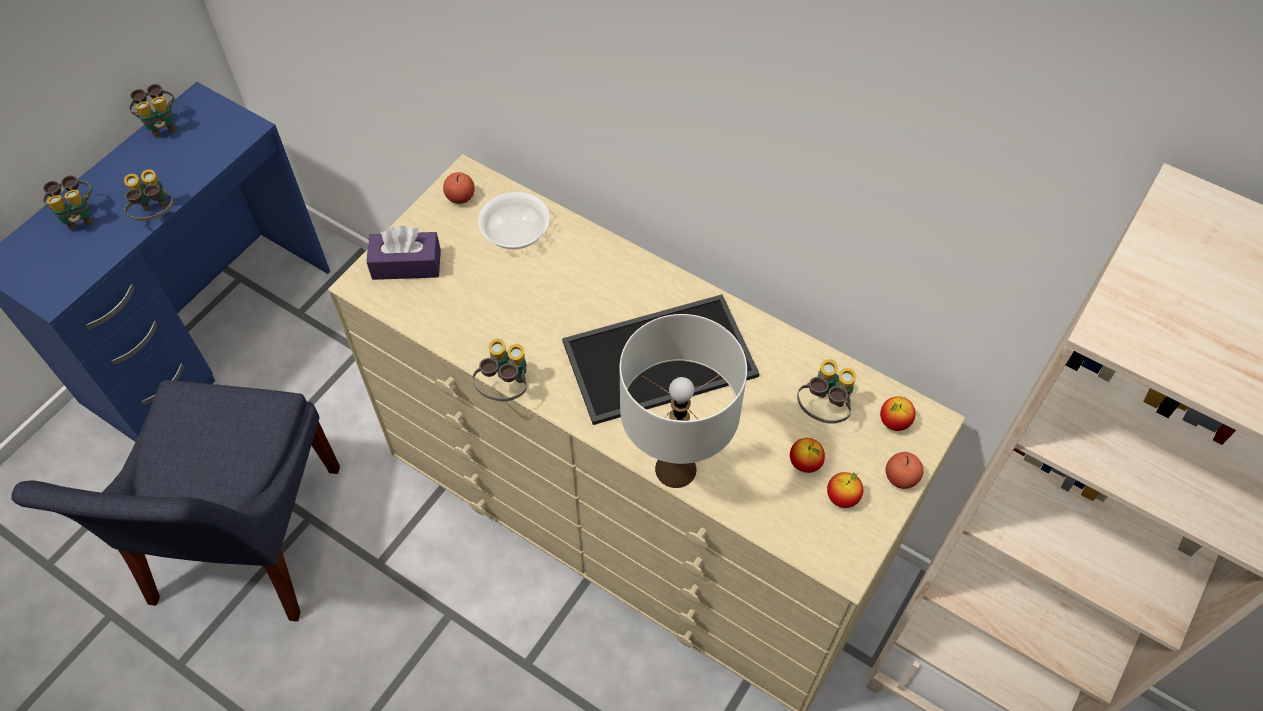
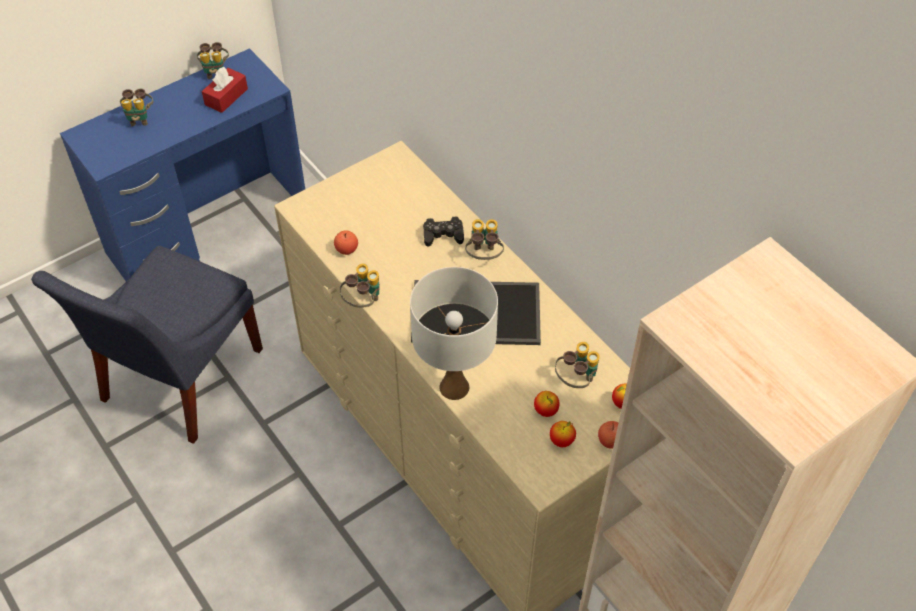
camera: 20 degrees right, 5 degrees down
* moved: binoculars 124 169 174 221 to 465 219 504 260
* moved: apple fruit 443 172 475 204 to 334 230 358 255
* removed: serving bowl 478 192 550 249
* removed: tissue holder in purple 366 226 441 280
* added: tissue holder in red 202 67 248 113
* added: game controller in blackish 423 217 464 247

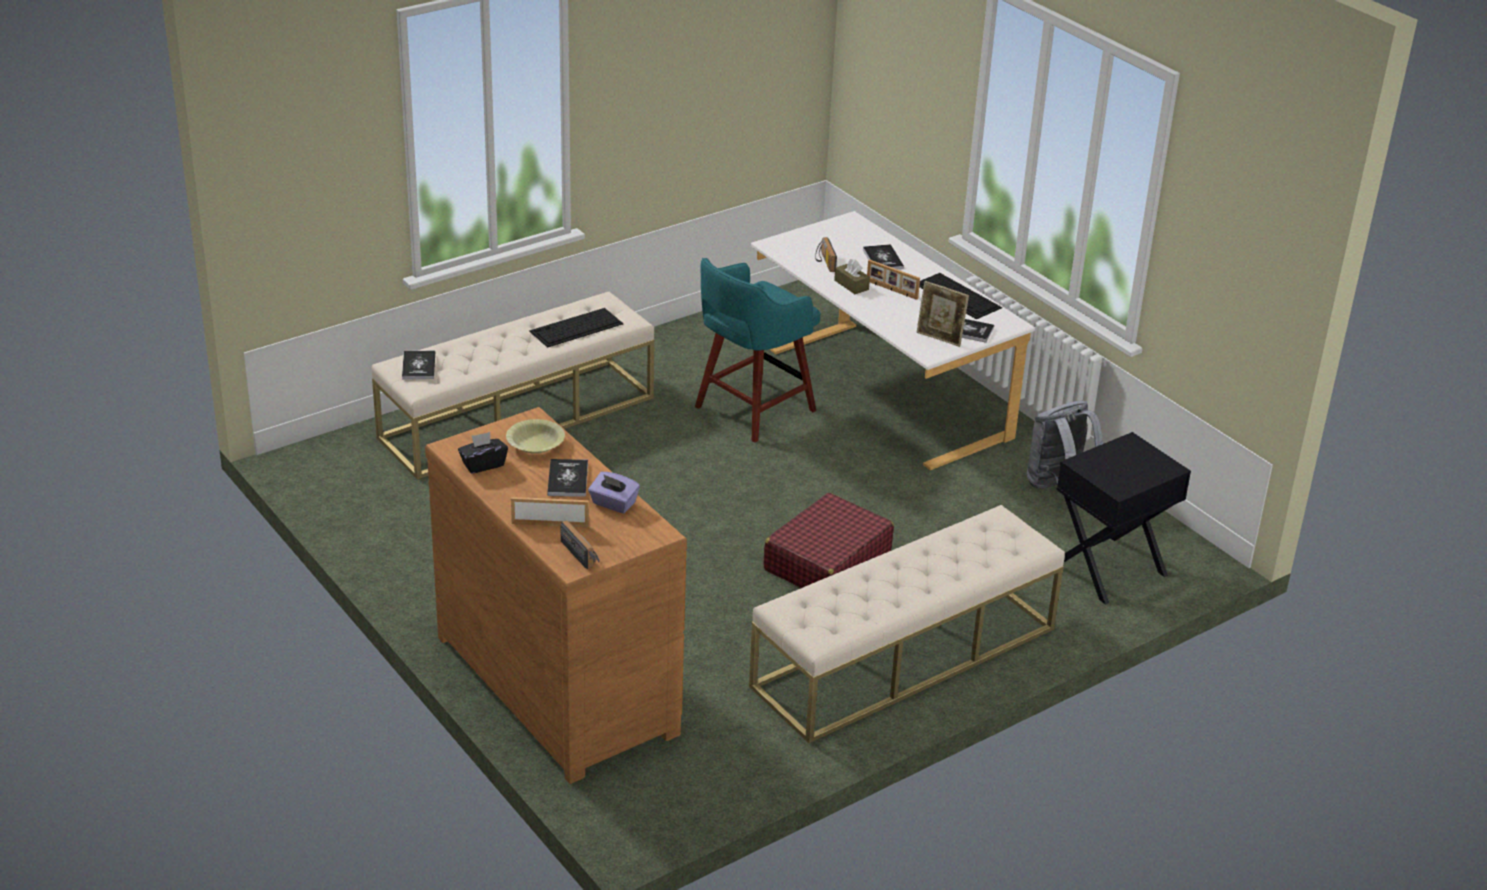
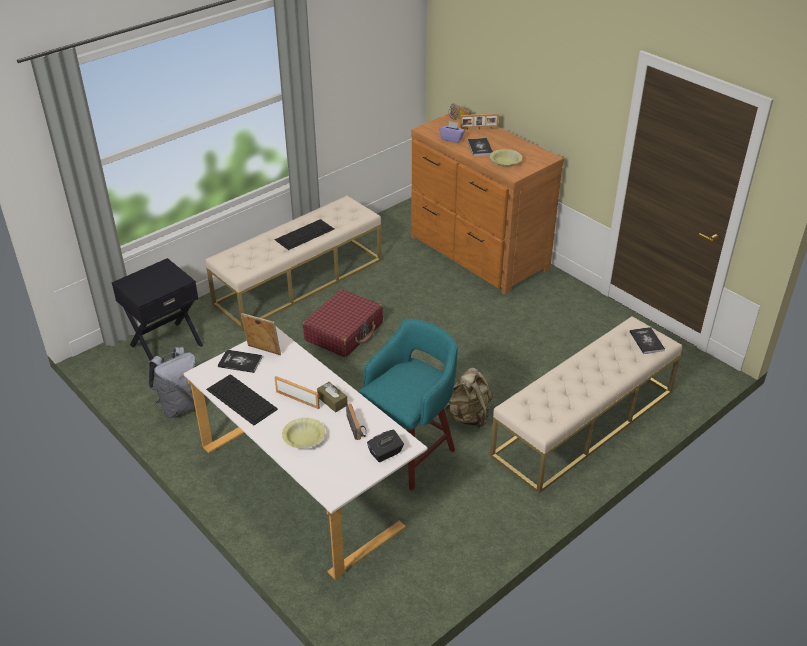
camera: 175 degrees right, 5 degrees up
* replaced: bound book 863 244 904 269 to serving bowl in yellow 282 418 325 448
* moved: PC keyboard 529 308 623 348 to 274 219 334 250
* moved: tissue holder in blackish 458 432 508 474 to 367 430 404 462
* added: knapsack in beige-coloured 444 368 493 428

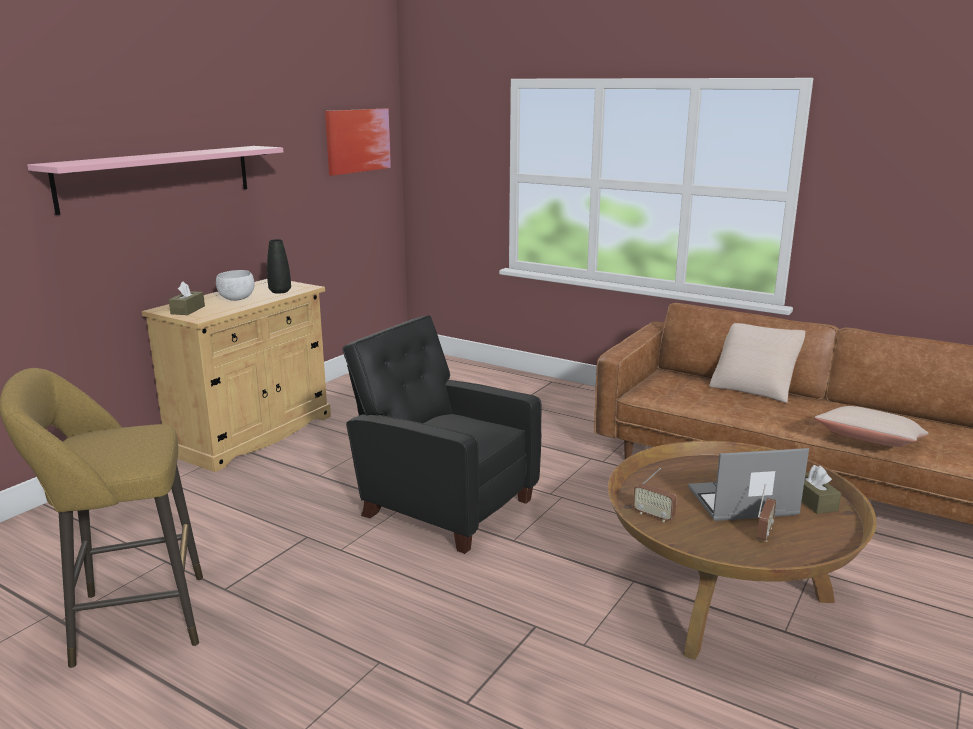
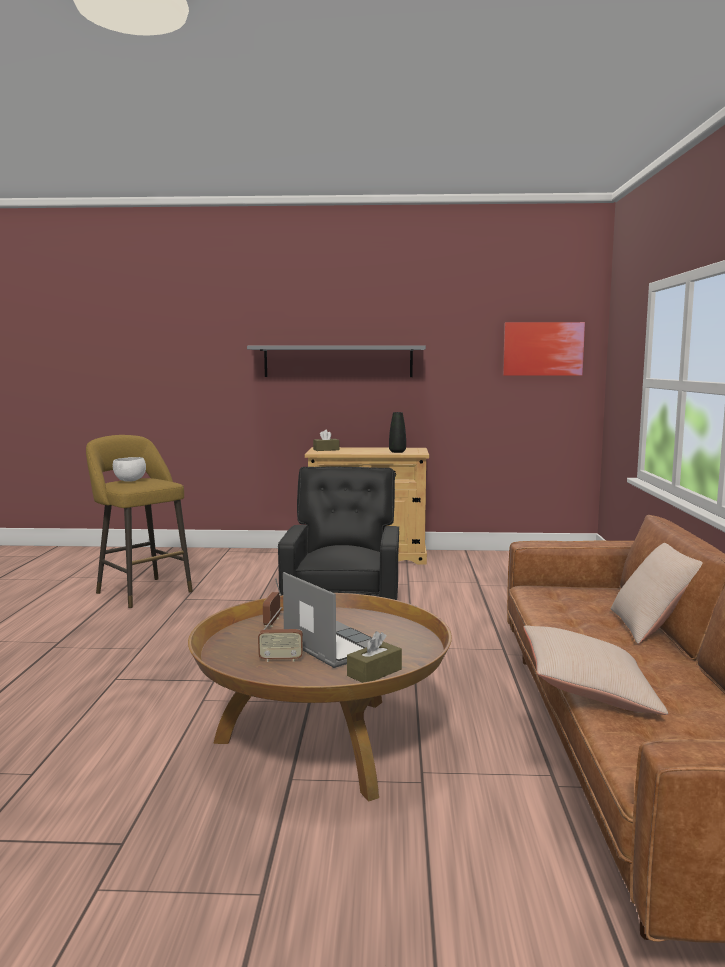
camera: 60 degrees right, 10 degrees down
* recoloured: shelf in pink 27 146 283 215 to shelf in grey 247 345 426 377
* moved: serving bowl in white-coloured 216 270 255 301 to 113 457 146 482

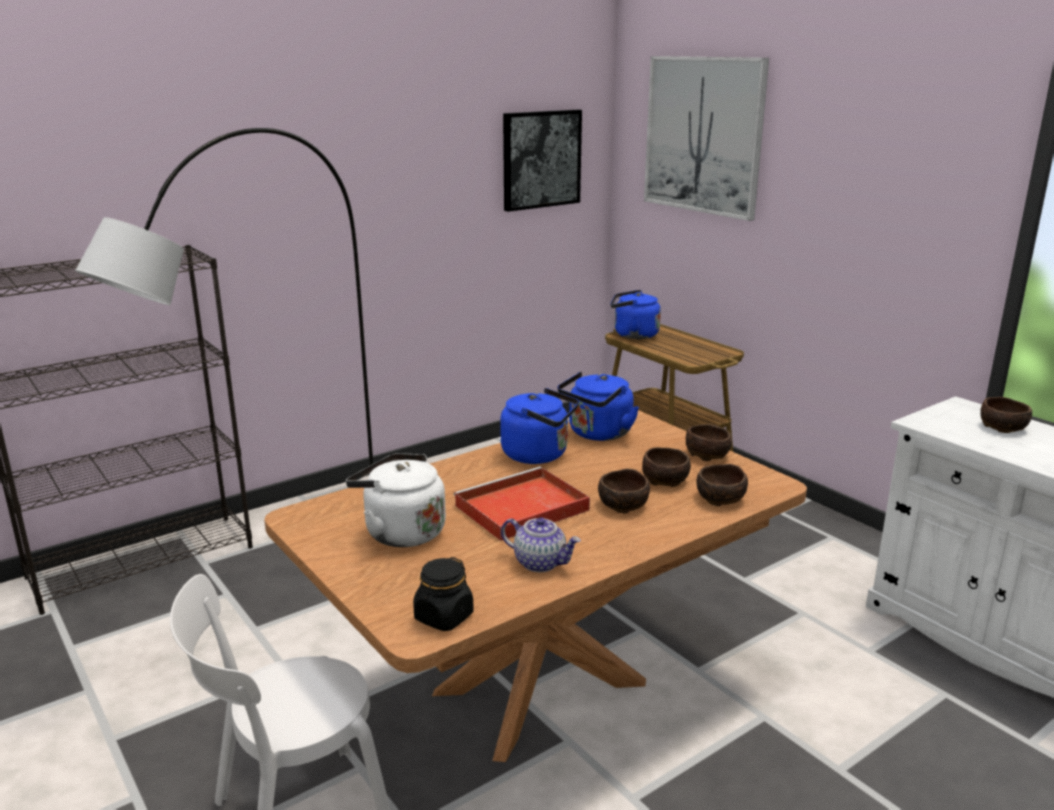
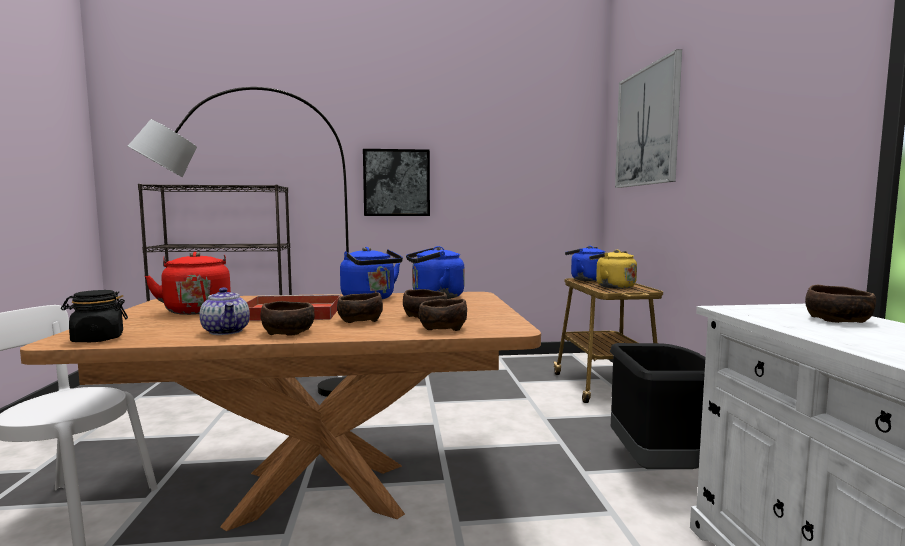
camera: 30 degrees right, 15 degrees down
* moved: wall art 503 110 582 212 to 363 149 430 216
* moved: serving bowl in brown 686 424 732 461 to 261 301 315 336
* recoloured: water kettle in white-coloured 346 453 446 547 to water kettle in red 145 252 231 315
* added: water kettle in yellow 589 250 637 289
* added: trash can in blackish 610 343 706 469

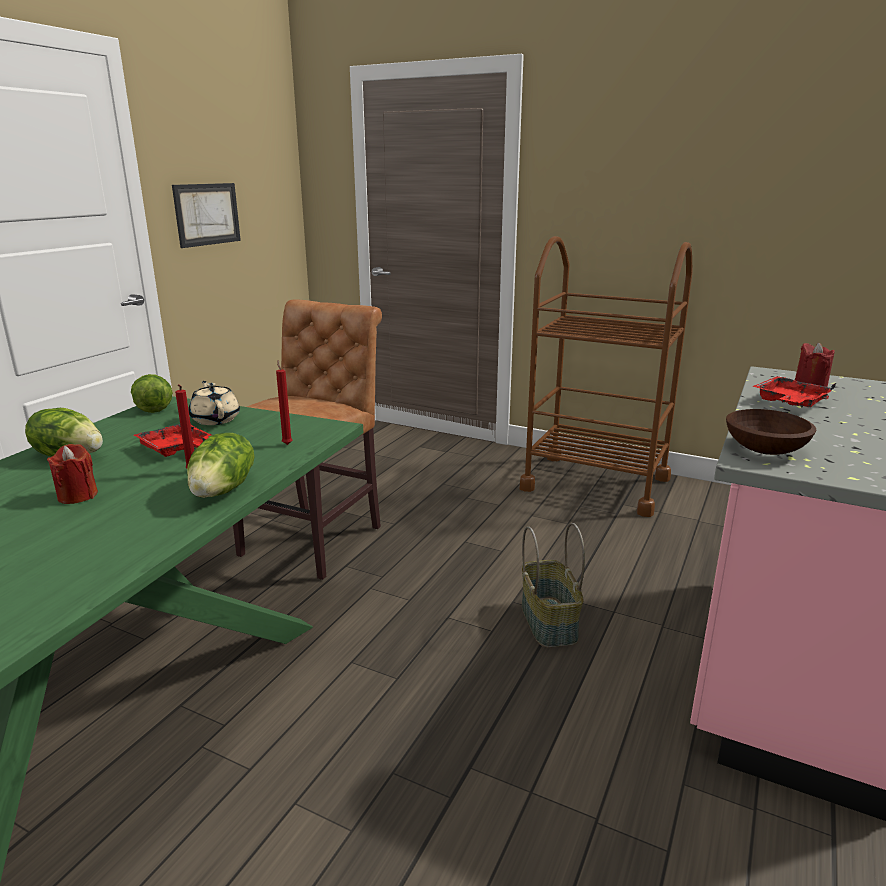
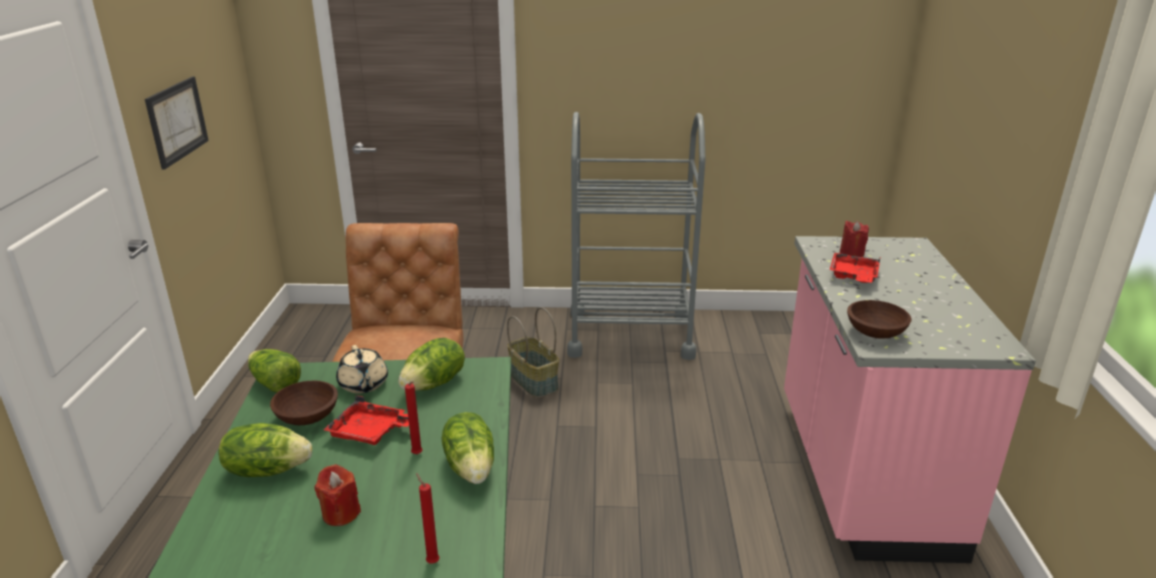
camera: 25 degrees left, 5 degrees up
* recoloured: cart in brown 520 236 693 517 to cart in grey 567 112 706 360
* moved: wax light in red 276 360 292 445 to 416 473 439 563
* turned: pot for tea in beige-coloured 189 381 240 425 = 336 345 388 393 150 degrees counterclockwise
* moved: storage basket 522 523 585 648 to 507 307 559 398
* added: lettuce head 398 338 465 391
* added: serving bowl in brown 270 381 338 425

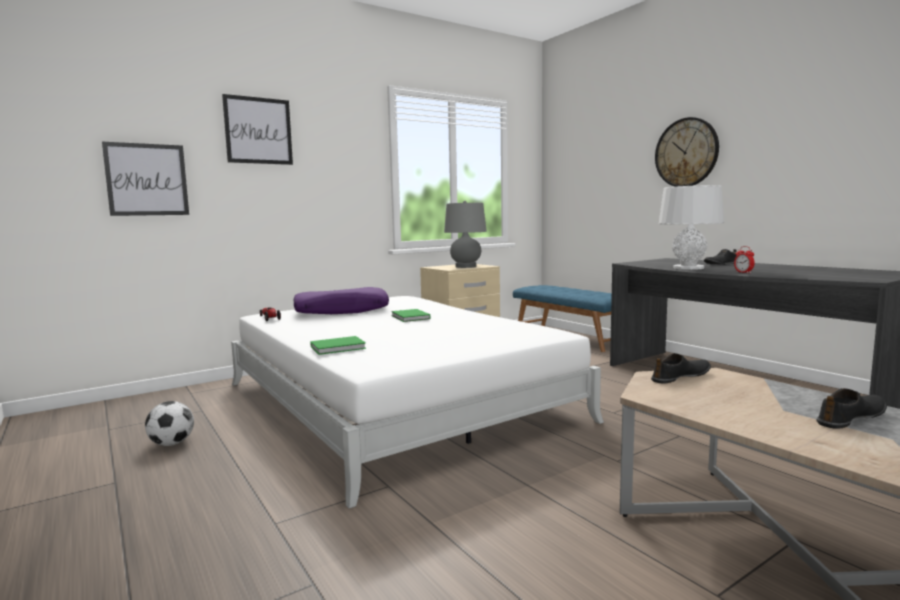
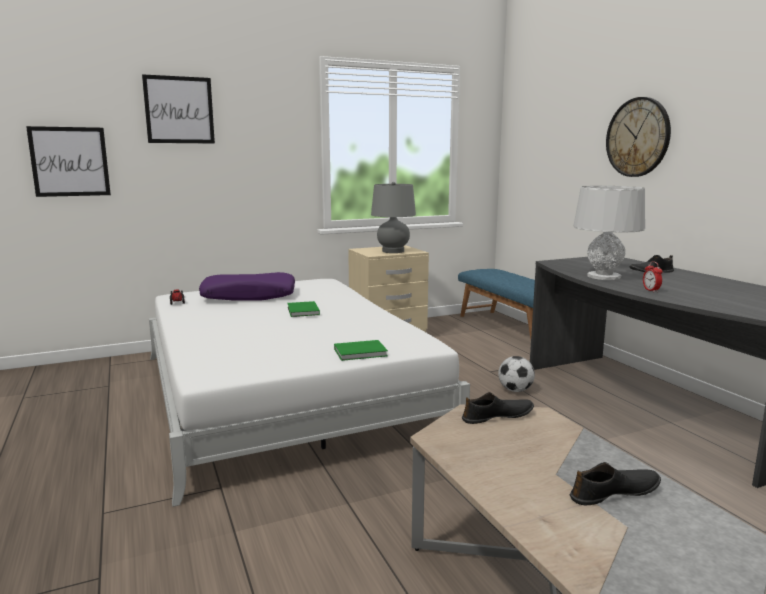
camera: 10 degrees right, 5 degrees up
* moved: bound book in green-coloured 310 336 366 355 to 334 340 388 361
* moved: football 145 401 194 446 to 498 356 535 392

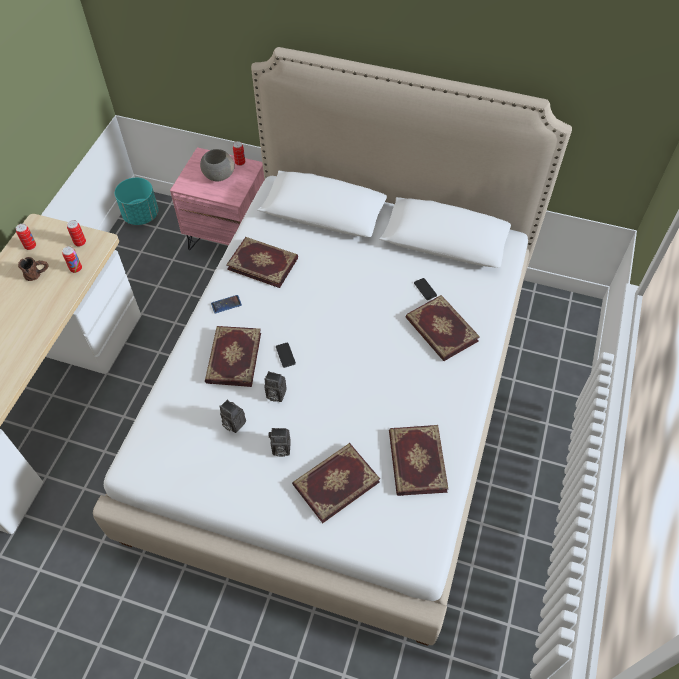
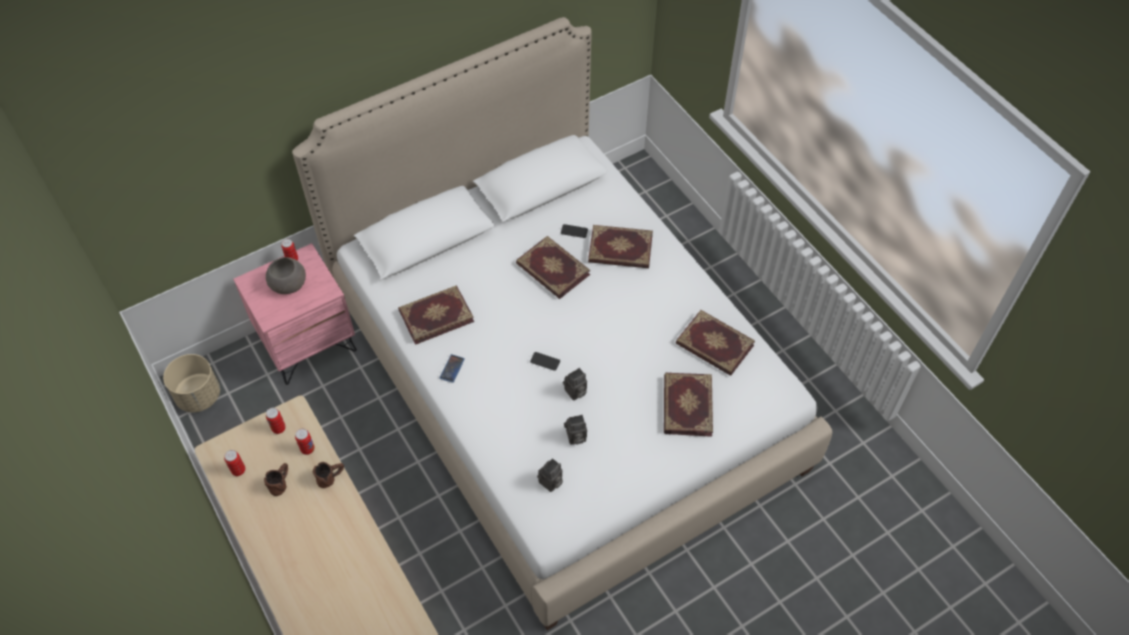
camera: 50 degrees left, 0 degrees up
* recoloured: planter in turquoise 115 178 158 225 to planter in beige-coloured 163 354 220 413
* moved: bound book 205 326 261 387 to 516 236 590 299
* moved: still camera 269 428 291 457 to 537 458 563 492
* added: tea mug in brown 313 462 344 488

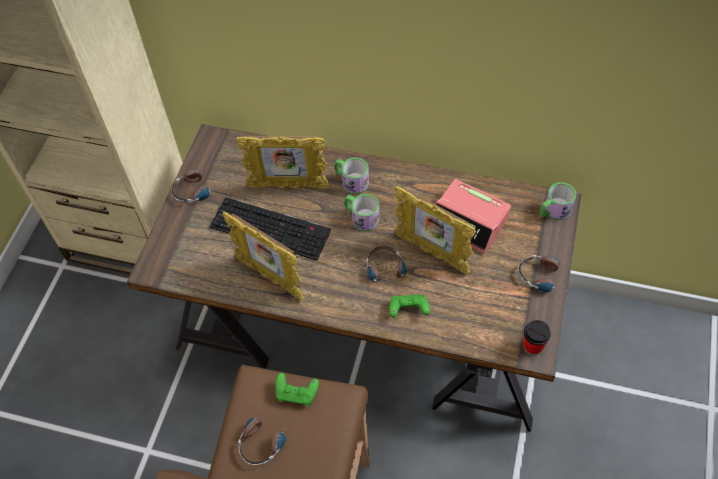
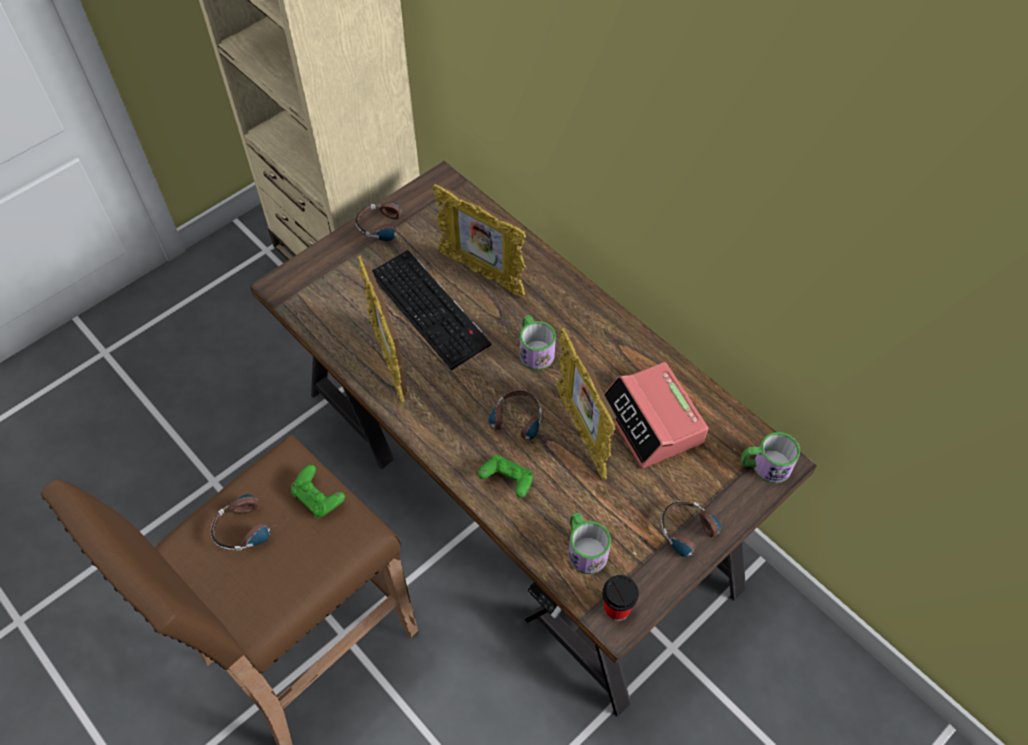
camera: 30 degrees right, 0 degrees up
* moved: tea mug 335 157 369 194 to 568 512 611 574

